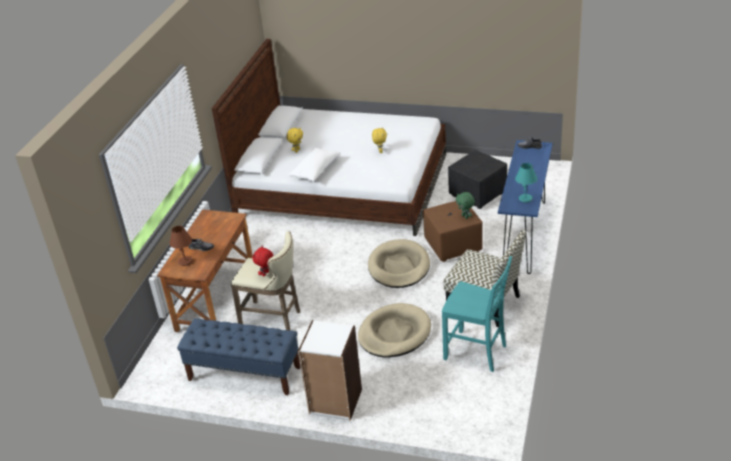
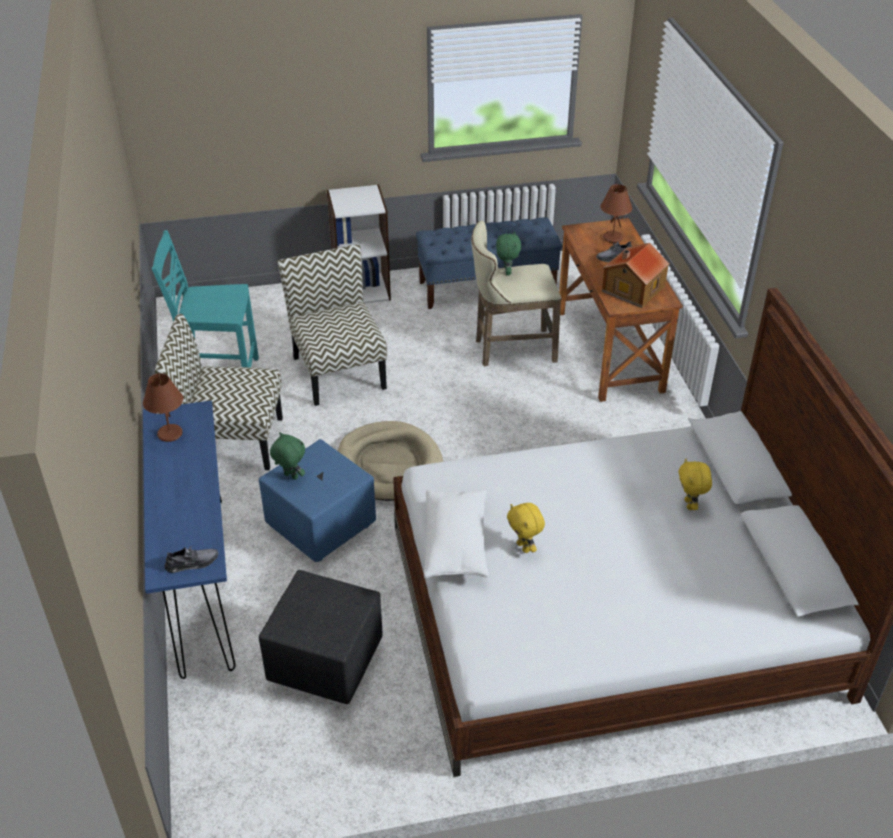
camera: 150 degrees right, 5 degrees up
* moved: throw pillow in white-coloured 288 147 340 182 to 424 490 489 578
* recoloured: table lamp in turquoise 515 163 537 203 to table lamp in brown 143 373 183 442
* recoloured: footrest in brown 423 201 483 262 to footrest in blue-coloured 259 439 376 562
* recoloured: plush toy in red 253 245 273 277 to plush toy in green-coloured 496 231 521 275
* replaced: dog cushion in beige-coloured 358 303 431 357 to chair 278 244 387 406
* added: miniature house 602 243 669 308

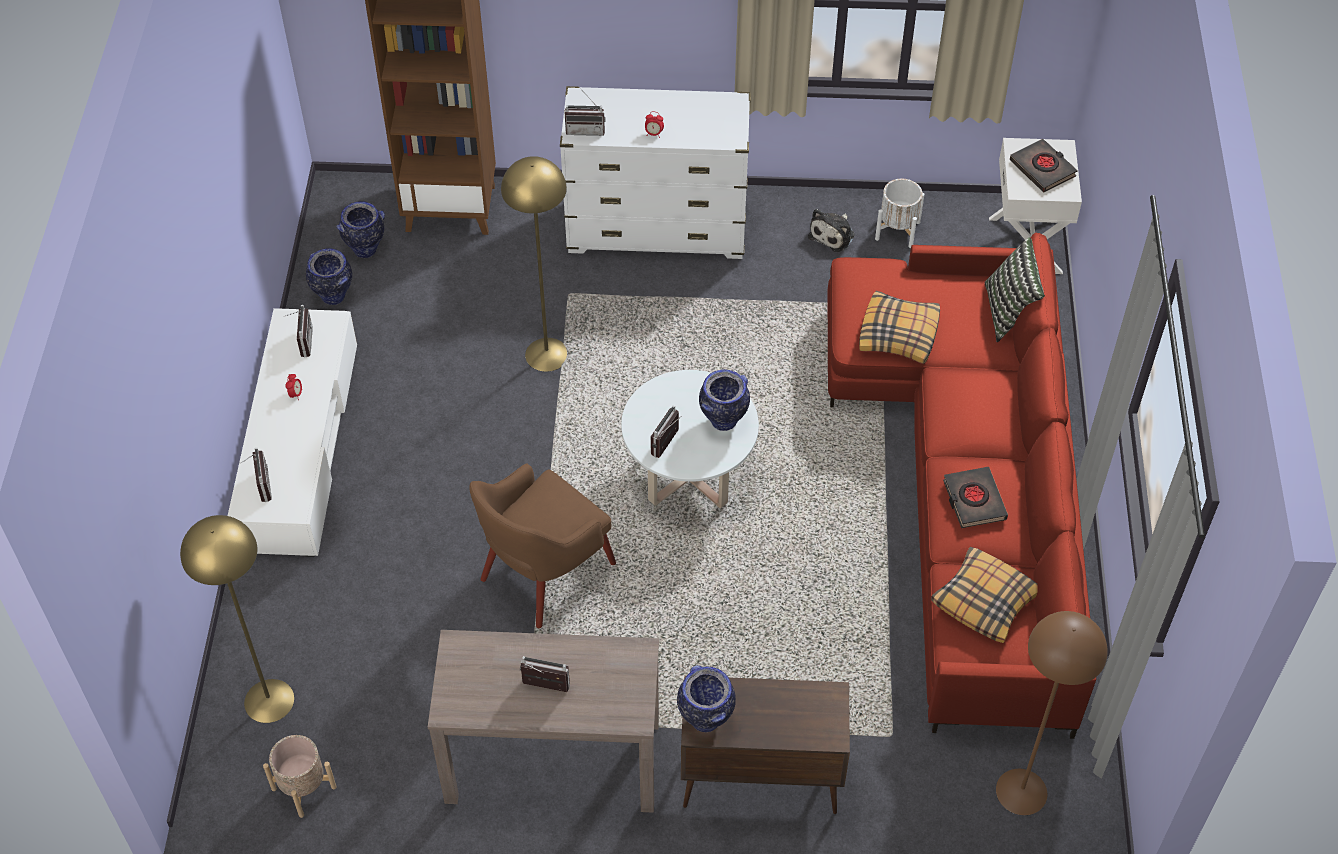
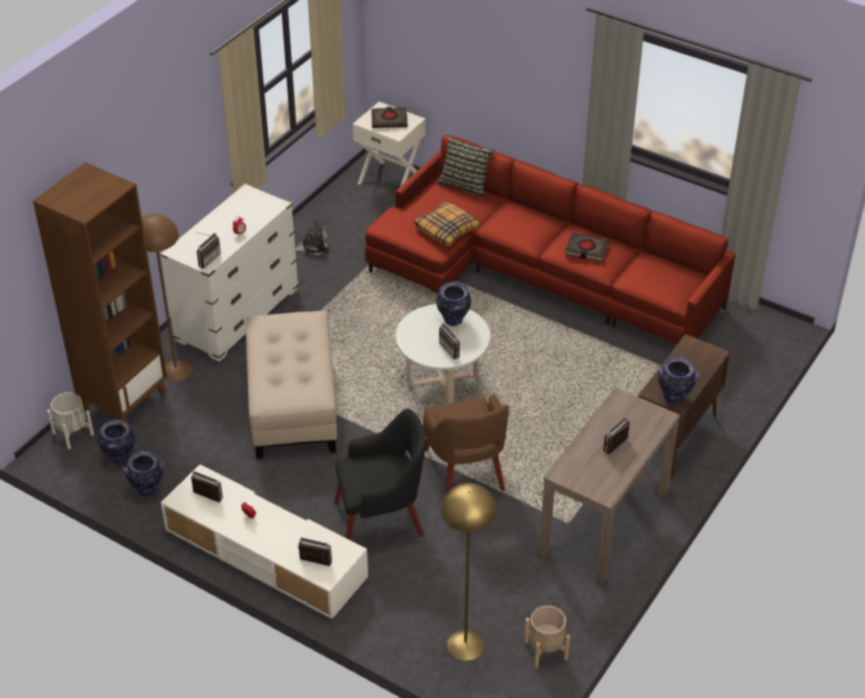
camera: 60 degrees left, 10 degrees down
* replaced: standing lamp in yellow 501 156 567 372 to footrest in beige-coloured 246 311 337 459
* moved: planter in white-coloured 875 179 925 248 to 47 392 94 449
* turned: plush toy 808 209 855 252 = 295 221 329 255 75 degrees counterclockwise
* removed: throw pillow 931 547 1038 643
* moved: standing lamp in brown 996 611 1108 815 to 142 214 192 382
* added: armchair in blackish 335 409 426 540

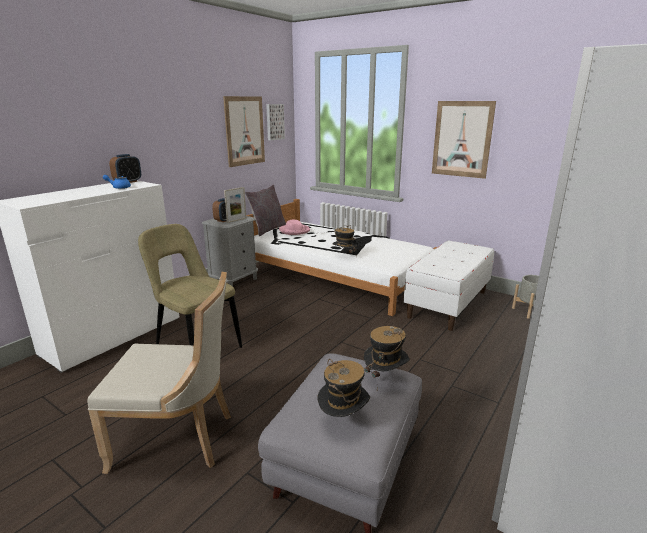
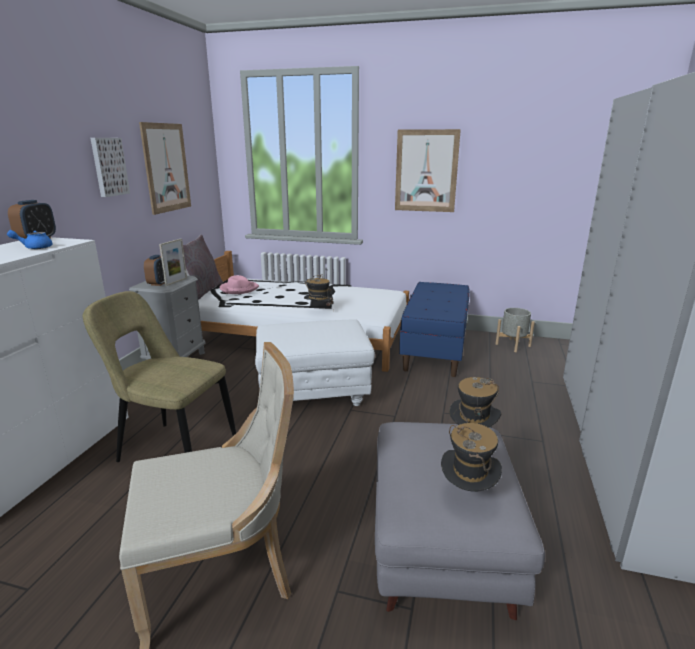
camera: 20 degrees left, 0 degrees up
* moved: wall art 266 104 285 140 to 91 138 130 197
* recoloured: indoor bench in white-coloured 404 240 494 331 to indoor bench in blue-coloured 399 282 470 377
* added: footrest in white-coloured 255 319 375 406

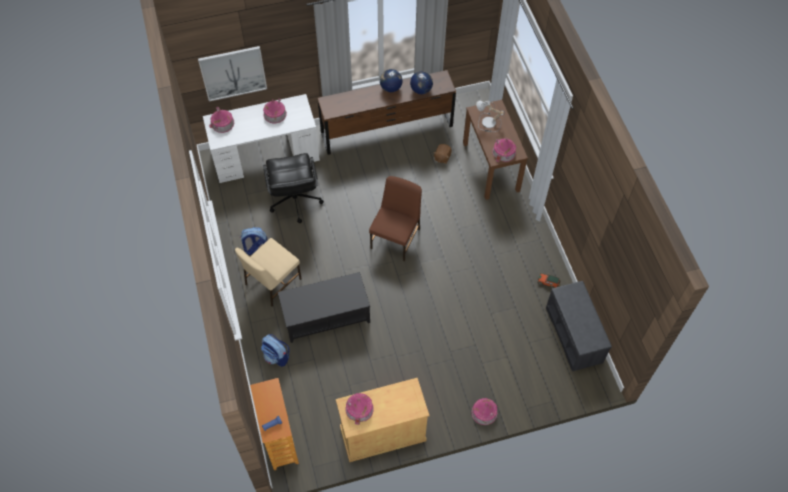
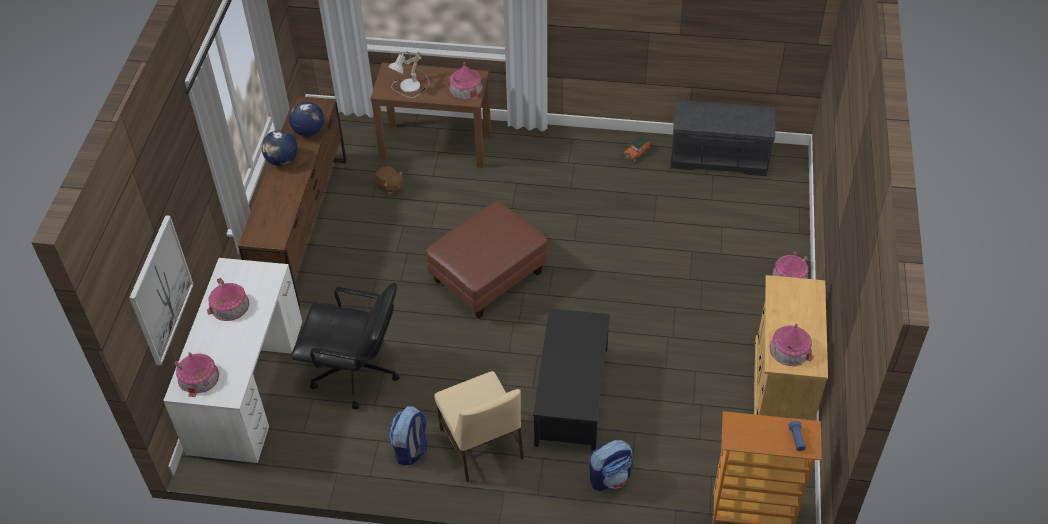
camera: 65 degrees left, 10 degrees down
* replaced: chair in brown 369 176 422 261 to footrest in brown 426 201 548 318

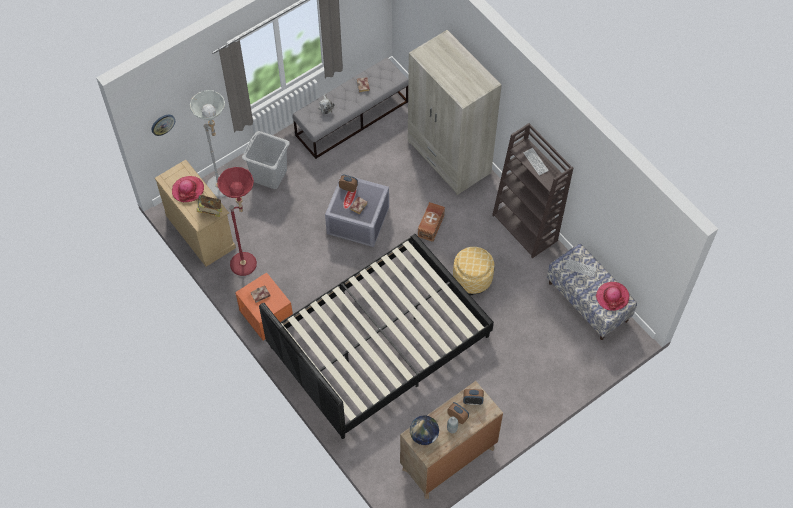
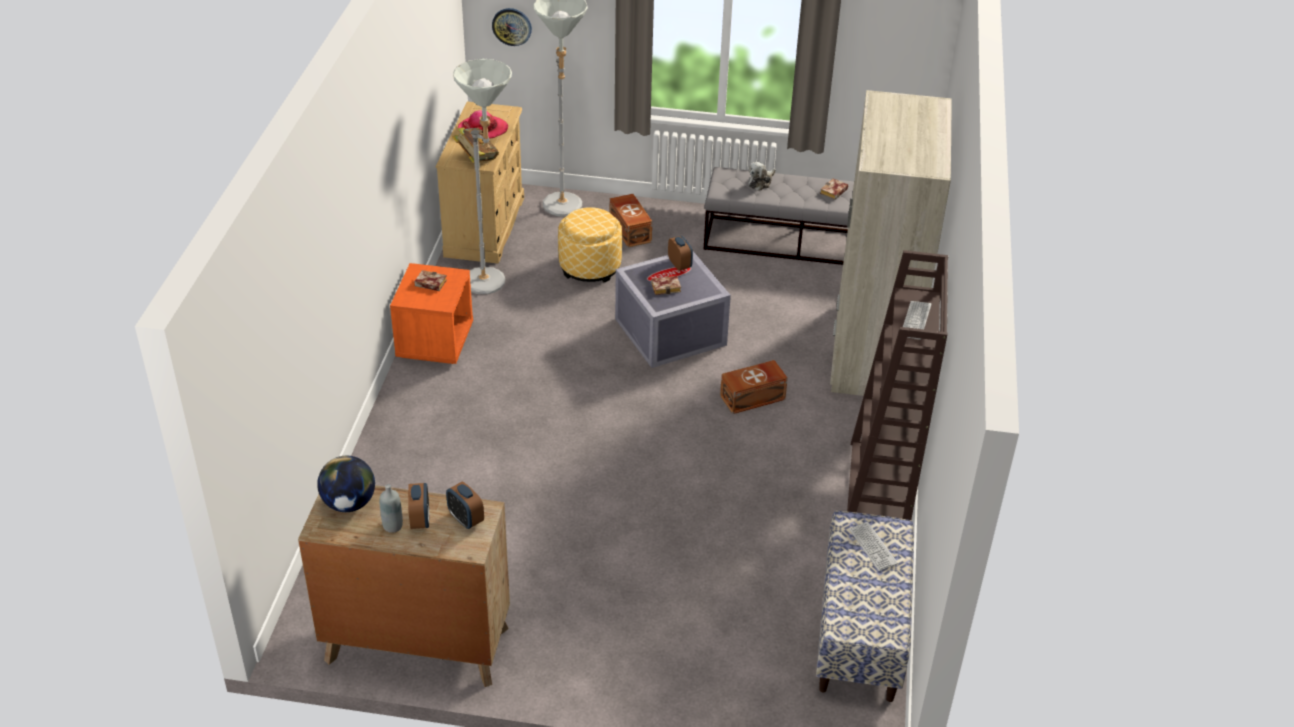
camera: 45 degrees right, 20 degrees down
* replaced: hamper in grey 242 131 290 189 to storage container in brown 609 194 652 247
* recoloured: standing lamp in red 217 167 257 276 to standing lamp in grey 453 58 512 294
* removed: bedroom bed in blackish 259 234 494 439
* moved: footrest 453 247 494 295 to 558 207 622 283
* removed: clothing hat 596 282 629 311

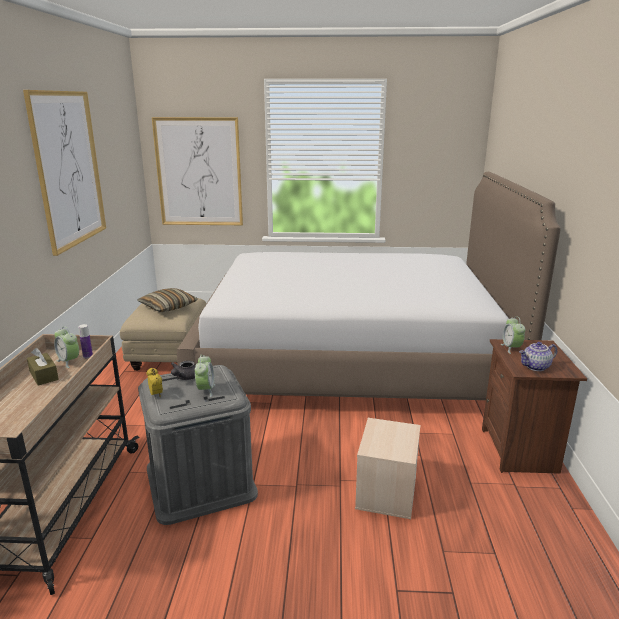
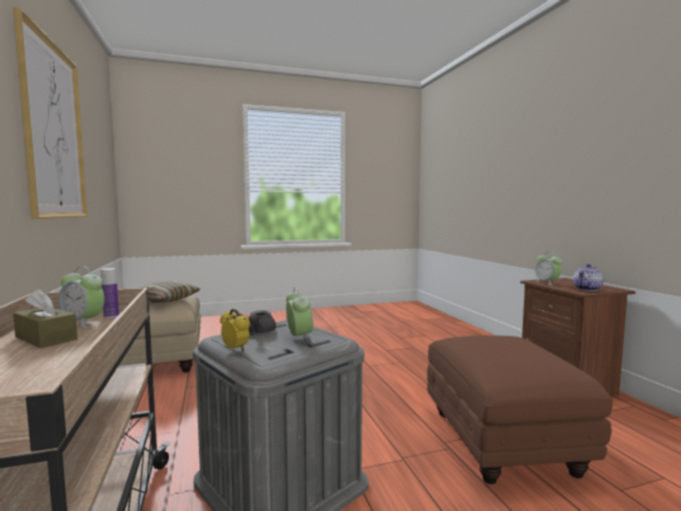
camera: 20 degrees left, 15 degrees down
* removed: wall art 152 117 243 225
* removed: bedroom bed 177 172 561 400
* replaced: storage container in beige-coloured 355 418 421 519 to footrest in brown 427 335 613 484

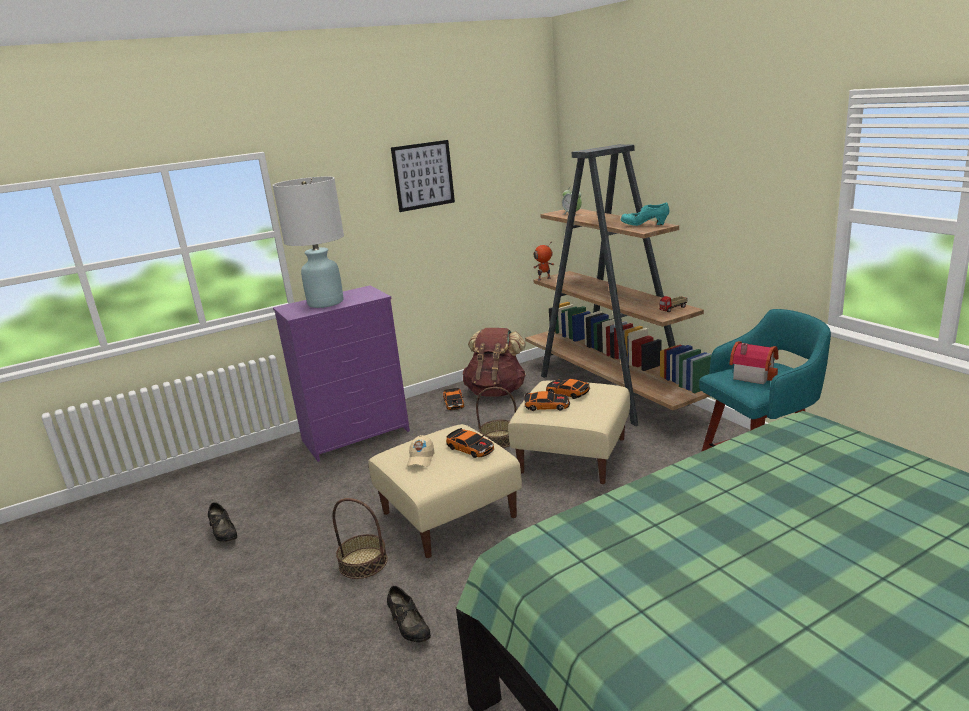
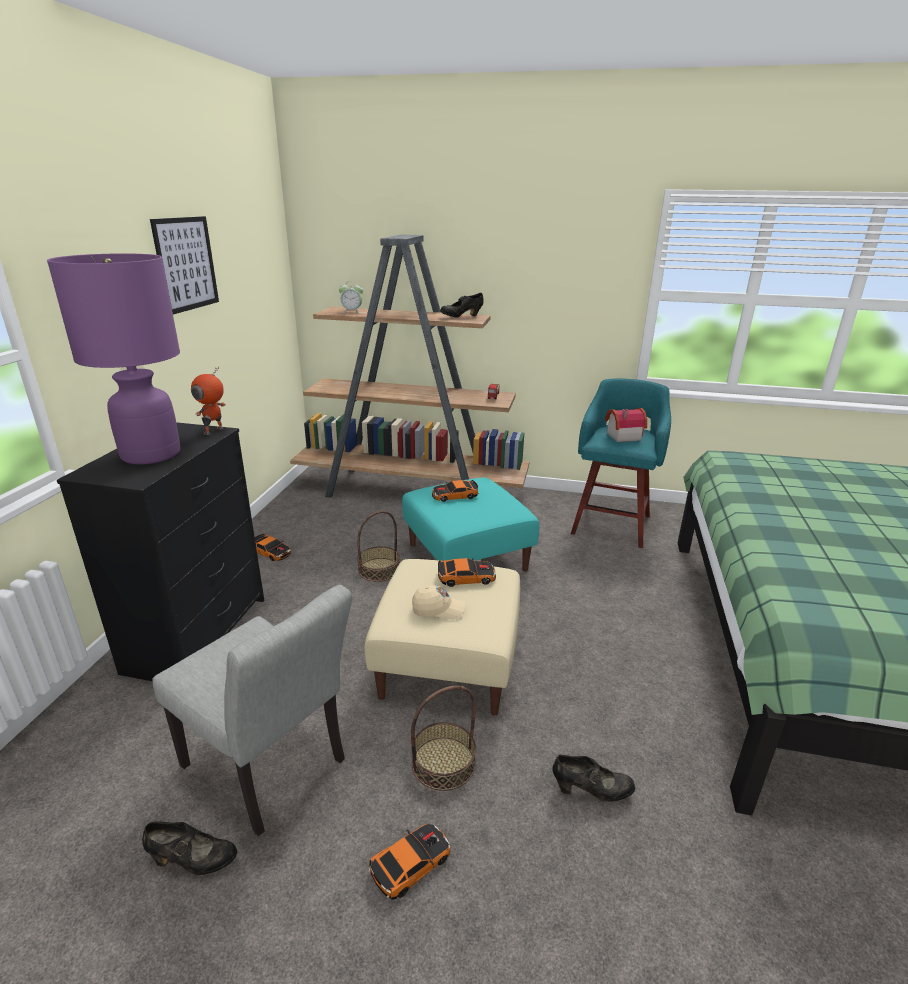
camera: 50 degrees left, 5 degrees up
* recoloured: table lamp in white-coloured 272 176 344 308 to table lamp in purple 47 253 180 465
* recoloured: low shoe in turquoise 621 202 669 226 to low shoe in blackish 440 293 484 317
* moved: model robot 533 241 554 281 to 191 367 226 435
* recoloured: drawer chest in purple 273 285 410 462 to drawer chest in blackish 57 422 264 681
* removed: knapsack in brown 463 328 526 397
* recoloured: footrest in beige-coloured 508 380 630 484 to footrest in turquoise 402 478 540 571
* moved: miniature car 524 391 570 411 to 369 824 450 900
* turned: baseball cap in beige-coloured 407 435 434 467 = 412 585 465 620 45 degrees counterclockwise
* added: chair in grey 153 585 352 836

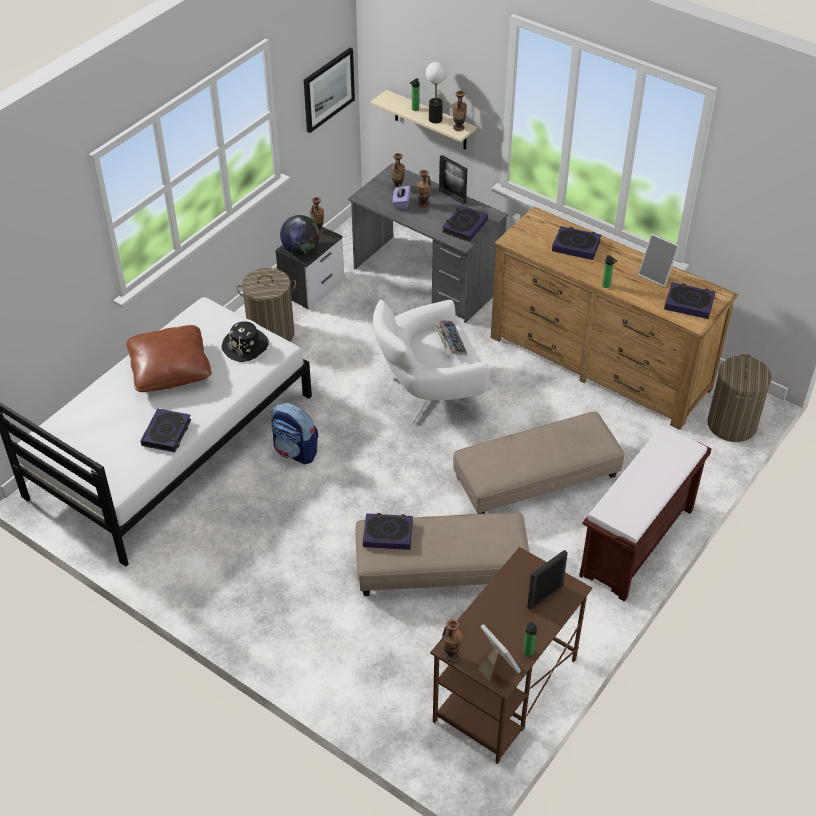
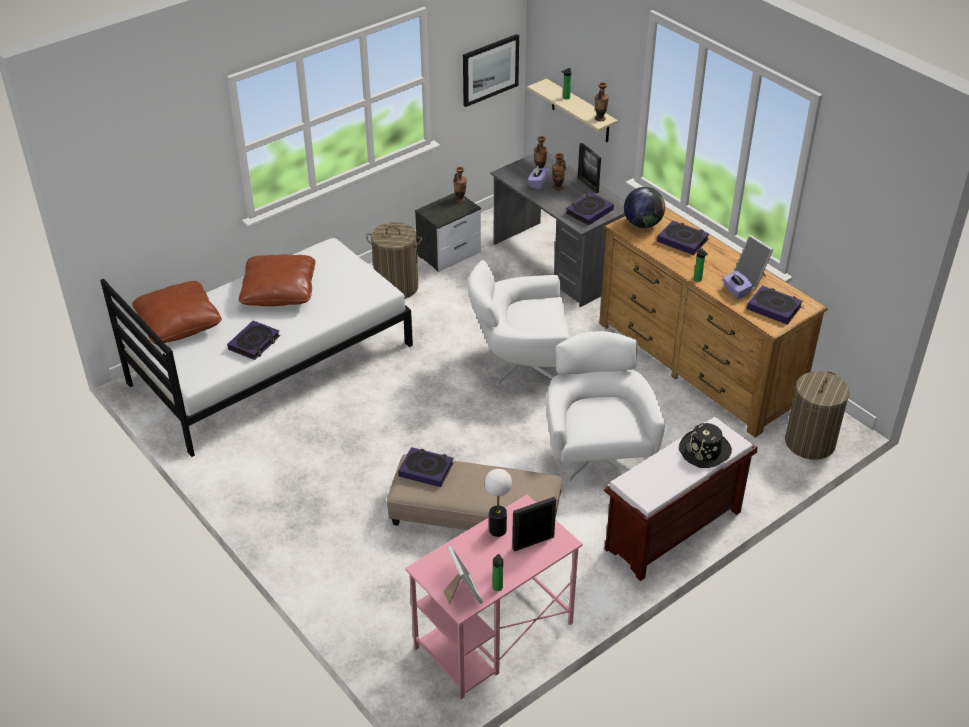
camera: 15 degrees right, 5 degrees down
* moved: table lamp 426 62 447 123 to 485 469 512 537
* moved: world globe 280 215 320 255 to 624 187 665 228
* removed: PC keyboard 434 320 467 356
* moved: clothing hat in blackish 222 321 269 362 to 679 423 732 468
* removed: knapsack 271 403 318 464
* replaced: footrest in beige-coloured 453 411 624 514 to armchair in white-coloured 546 331 665 482
* recoloured: desk table in brown 430 547 592 764 to desk table in pink 405 495 583 699
* removed: vase 442 619 462 662
* added: tissue holder in purple 723 270 753 299
* added: throw pillow in brown 132 281 222 344

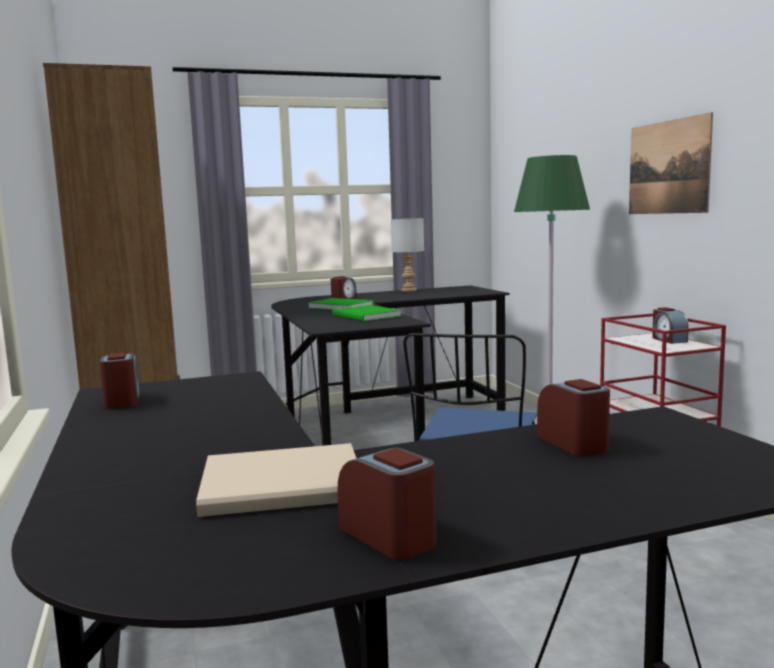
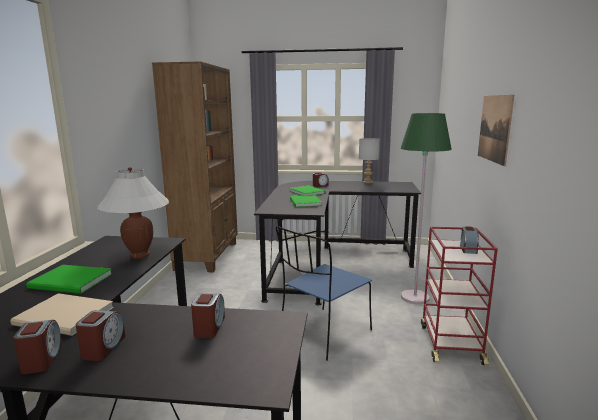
camera: 25 degrees right, 5 degrees up
* moved: bedside clock 100 352 139 409 to 76 310 125 361
* added: table lamp in white-coloured 96 167 169 259
* added: bound book in green-coloured 26 265 112 294

